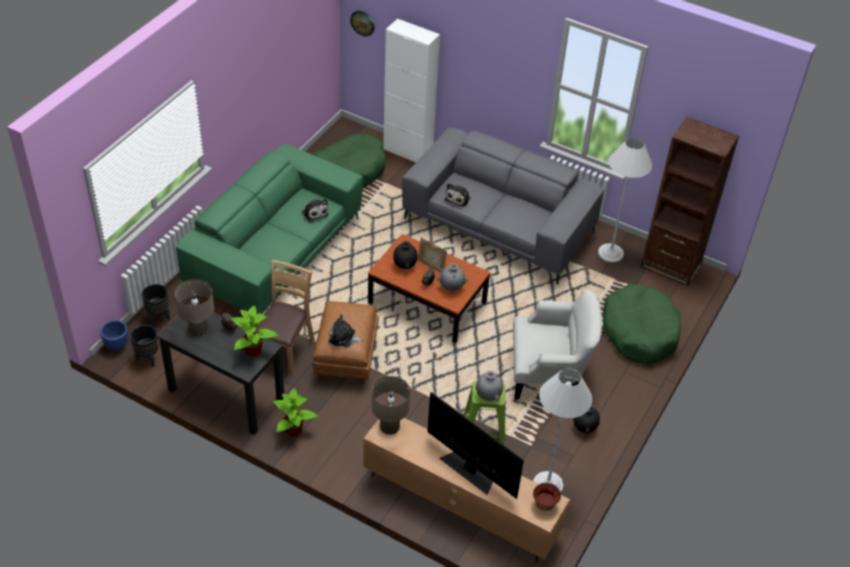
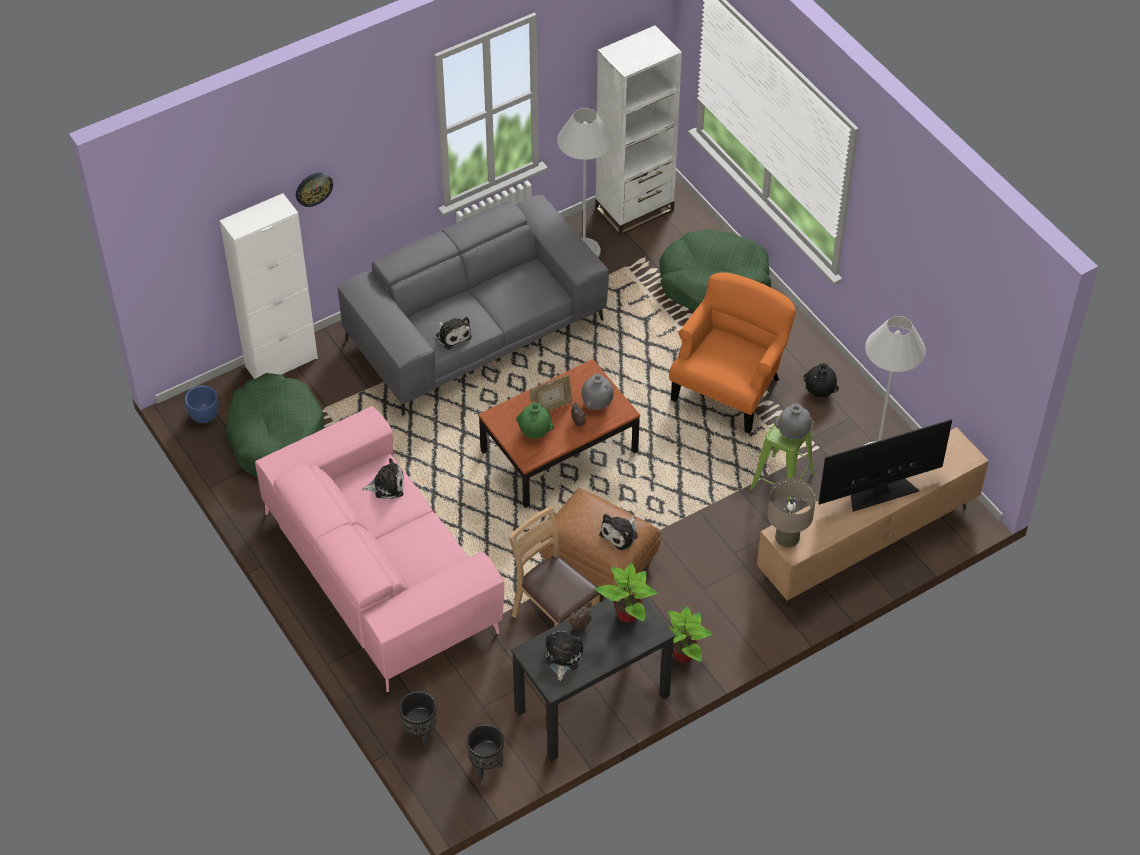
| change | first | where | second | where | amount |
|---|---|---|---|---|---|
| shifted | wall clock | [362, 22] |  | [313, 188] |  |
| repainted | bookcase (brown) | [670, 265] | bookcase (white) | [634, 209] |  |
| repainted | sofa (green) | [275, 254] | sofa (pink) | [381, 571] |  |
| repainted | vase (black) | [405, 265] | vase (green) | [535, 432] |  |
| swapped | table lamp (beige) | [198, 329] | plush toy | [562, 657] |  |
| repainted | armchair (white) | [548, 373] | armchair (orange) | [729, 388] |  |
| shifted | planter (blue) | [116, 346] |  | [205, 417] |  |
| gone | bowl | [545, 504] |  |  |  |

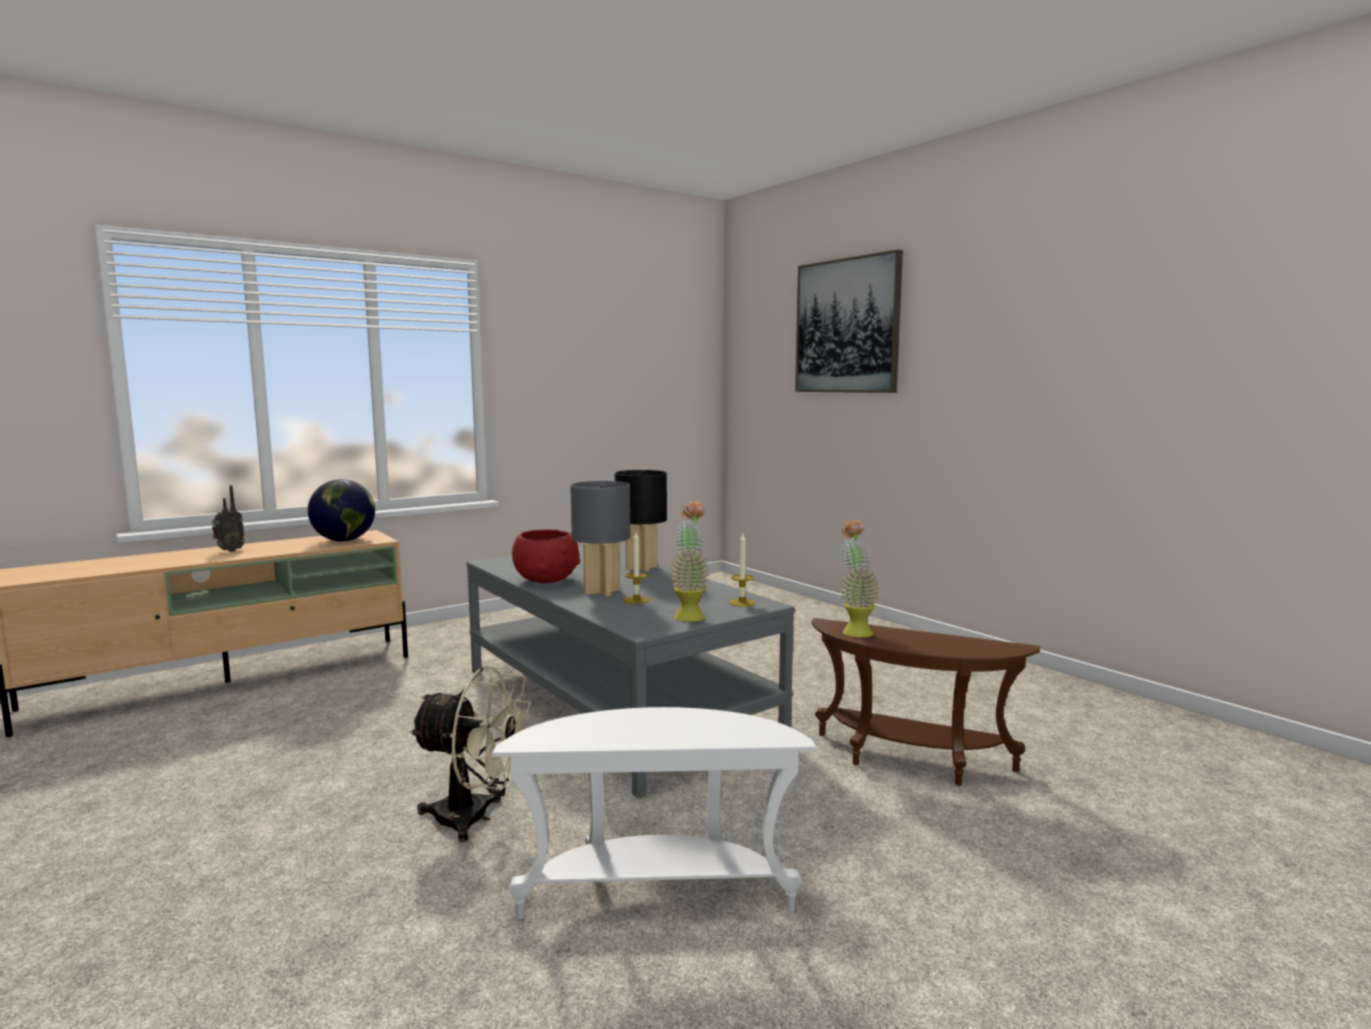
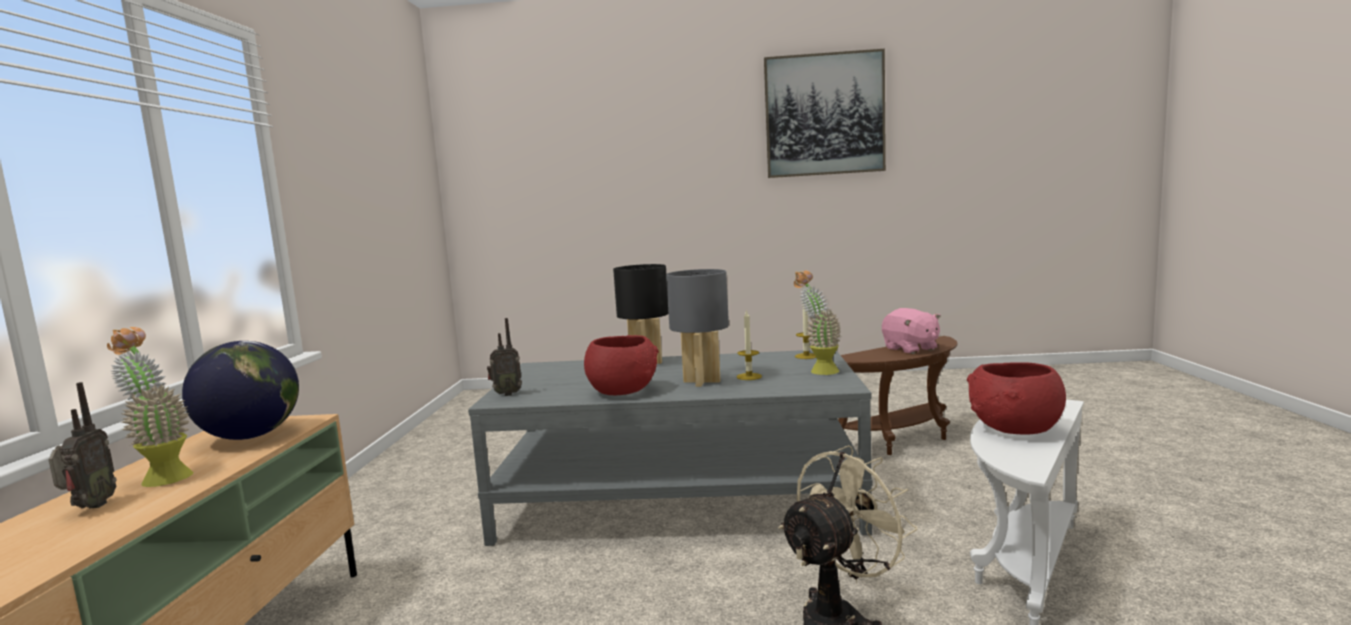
| change | first | where | second | where | amount |
|---|---|---|---|---|---|
| shifted | picture | [847, 326] |  | [824, 115] |  |
| shifted | potted plant | [854, 630] |  | [161, 477] |  |
| new |  |  | plush toy (pink) | [910, 349] |  |
| new |  |  | radio | [506, 394] |  |
| new |  |  | bowl (red) | [1014, 429] |  |

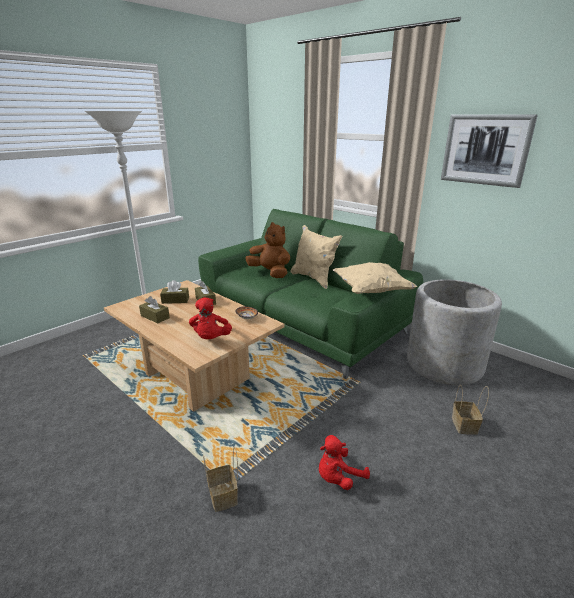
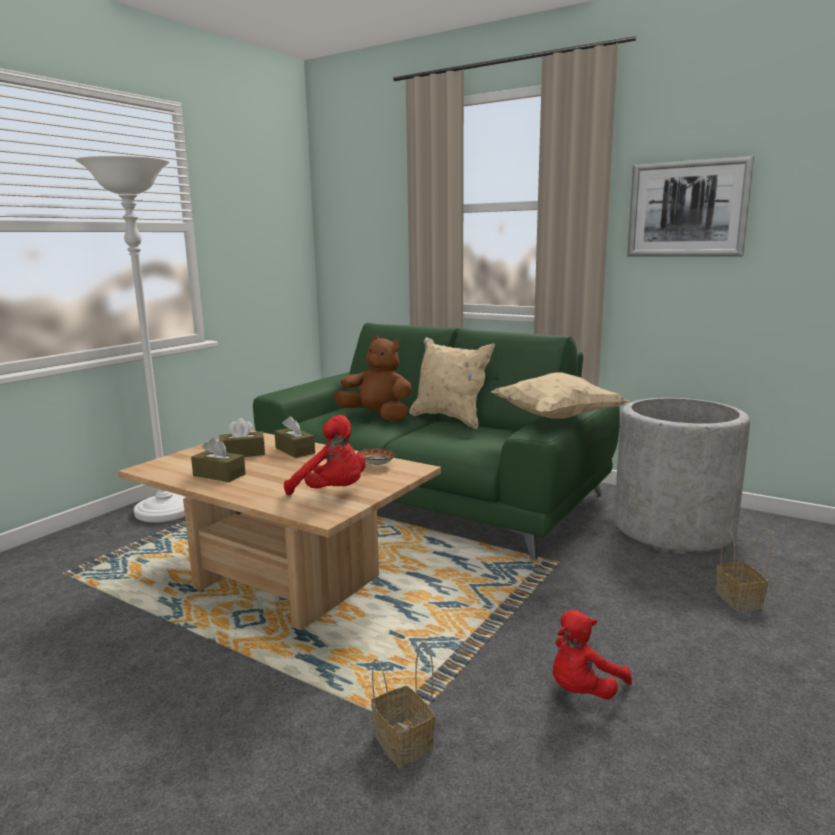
| change | first | where | second | where | amount |
|---|---|---|---|---|---|
| rotated | plush toy (red) | [211, 339] |  | [332, 493] | 45 degrees counterclockwise |

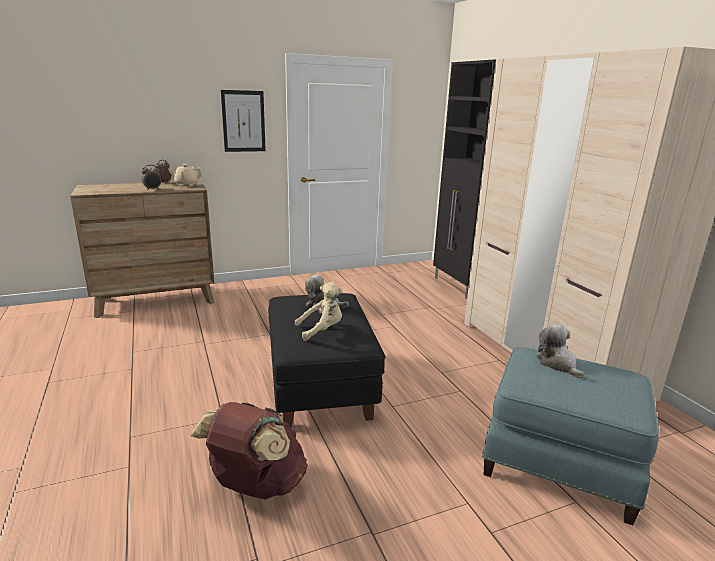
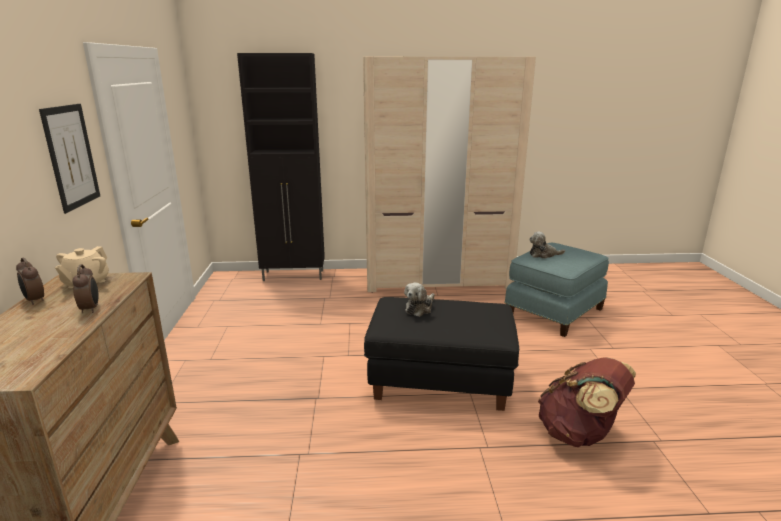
| change | first | where | second | where | amount |
|---|---|---|---|---|---|
| gone | plush toy (beige) | [322, 330] |  |  |  |

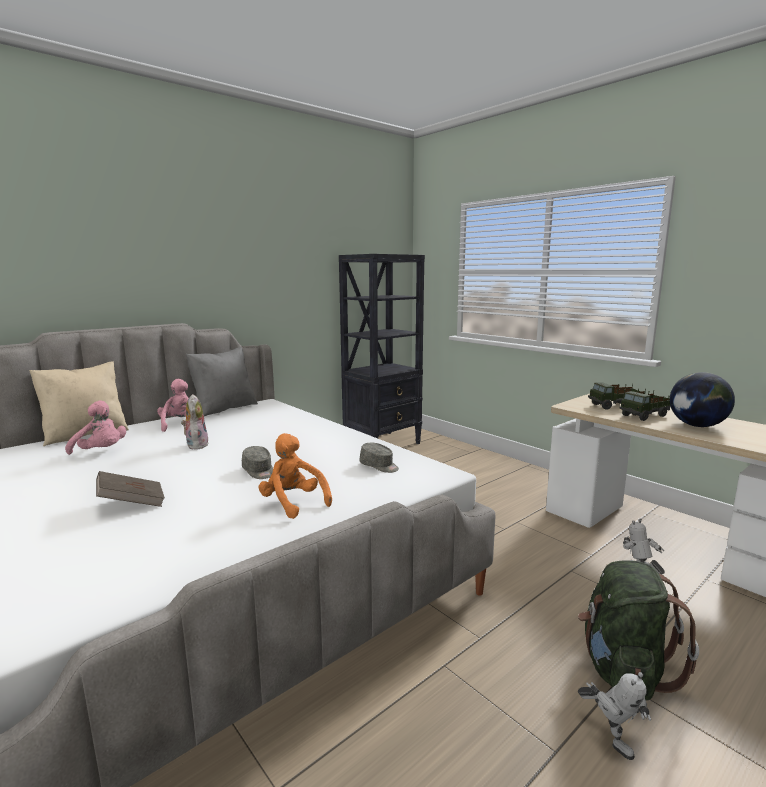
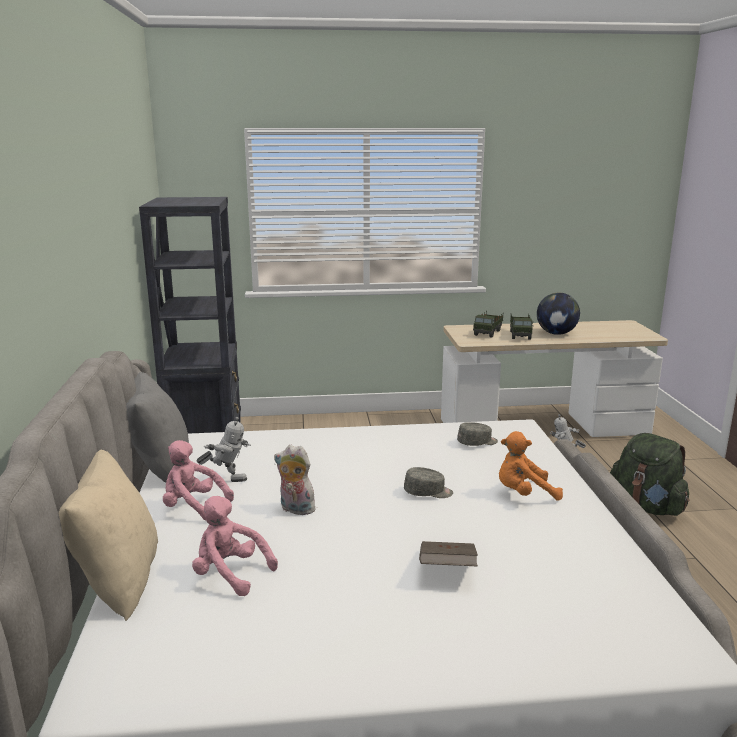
| change | first | where | second | where | amount |
|---|---|---|---|---|---|
| rotated | plush toy (pink) | [101, 452] |  | [230, 574] | 120 degrees counterclockwise |
| shifted | toy robot | [610, 736] |  | [227, 479] |  |

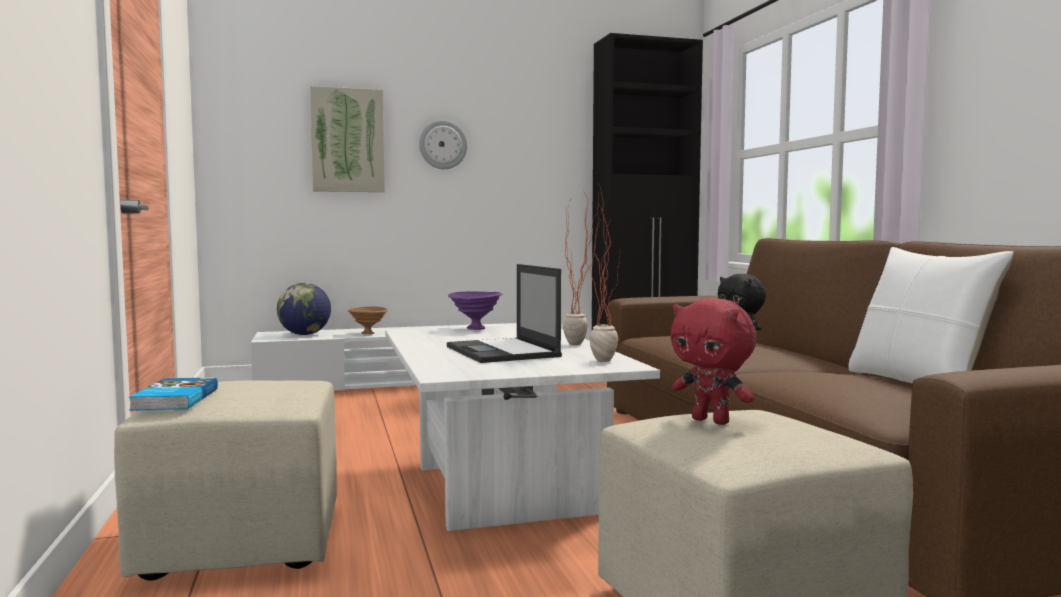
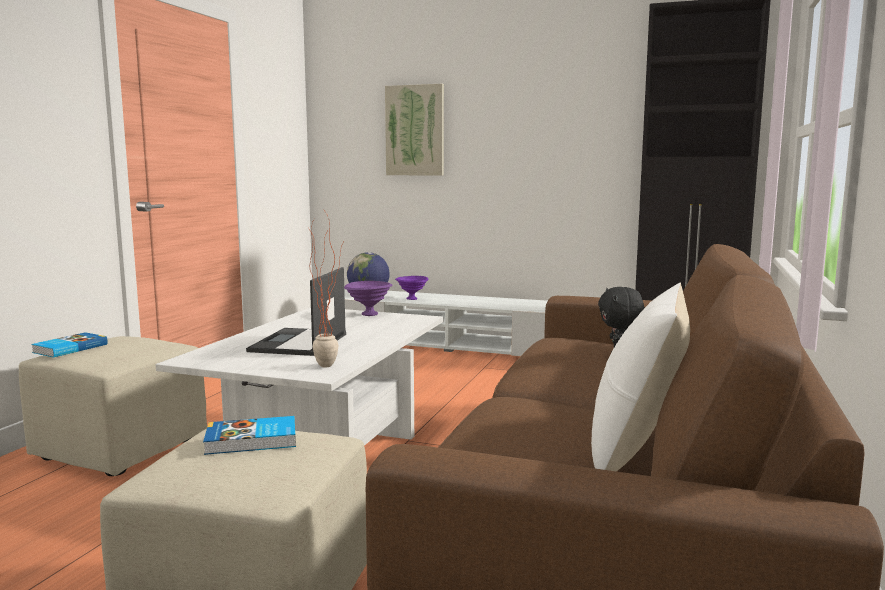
| change | first | where | second | where | amount |
|---|---|---|---|---|---|
| gone | wall clock | [443, 145] |  |  |  |
| gone | potted plant | [583, 344] |  |  |  |
| swapped | plush toy (red) | [712, 421] | book | [252, 441] |  |
| repainted | bowl (brown) | [368, 333] | bowl (purple) | [412, 299] |  |

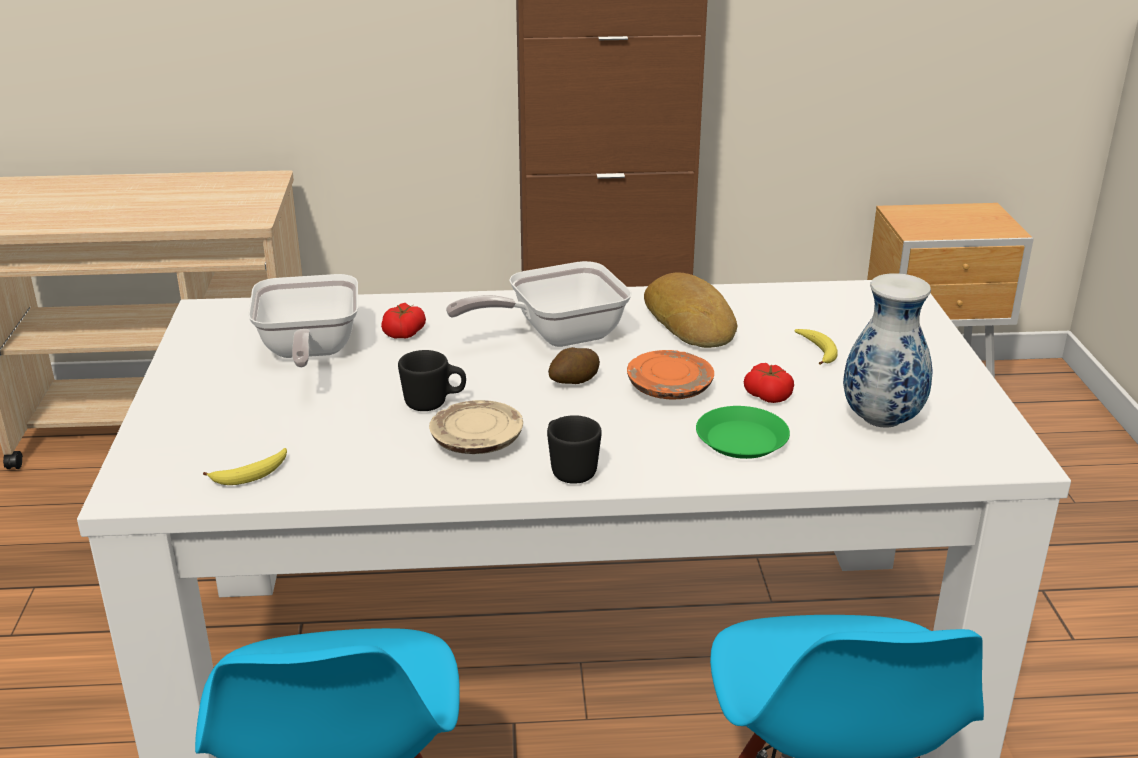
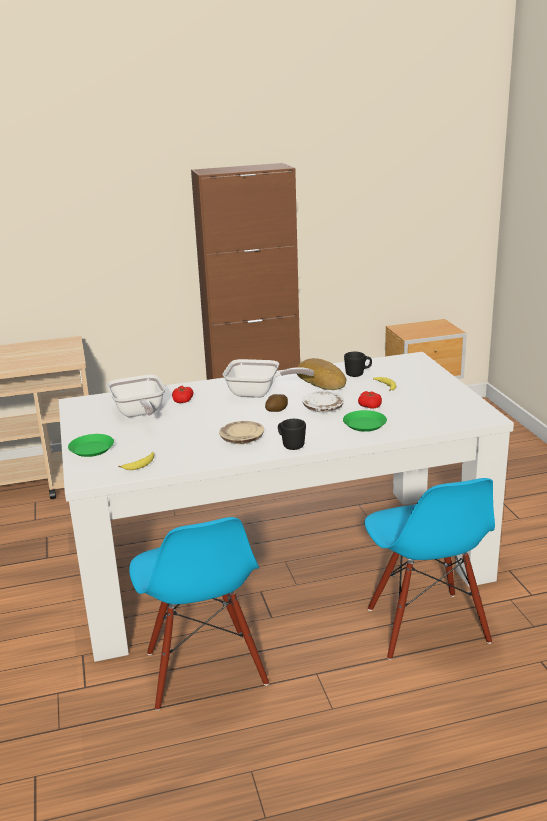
| change | first | where | second | where | amount |
|---|---|---|---|---|---|
| rotated | frying pan | [556, 335] |  | [259, 393] | 135 degrees counterclockwise |
| gone | vase | [880, 420] |  |  |  |
| shifted | mug (black) | [434, 403] |  | [358, 374] |  |
| repainted | plate (orange) | [670, 388] | plate (white) | [323, 408] |  |
| new |  |  | plate (green) | [92, 449] |  |

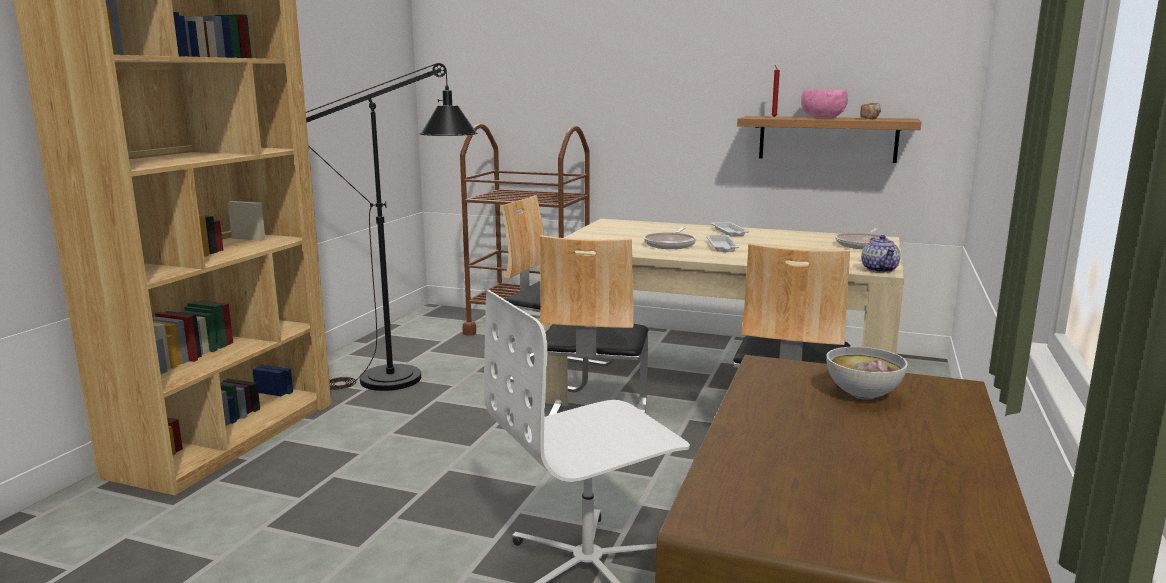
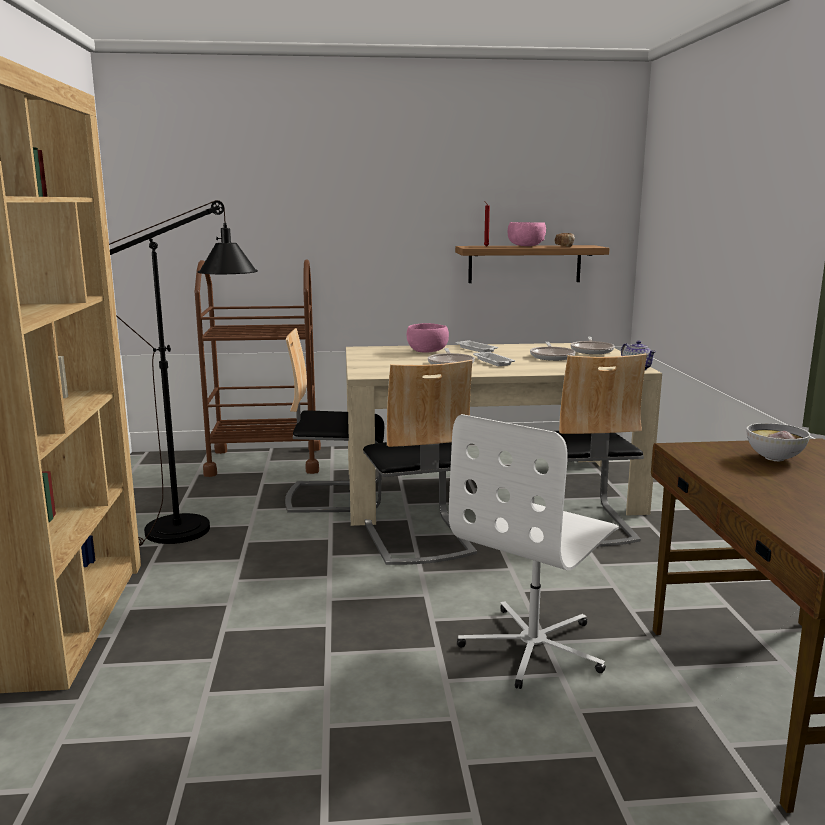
| change | first | where | second | where | amount |
|---|---|---|---|---|---|
| new |  |  | bowl (pink) | [427, 351] |  |
| new |  |  | frying pan | [552, 356] |  |

